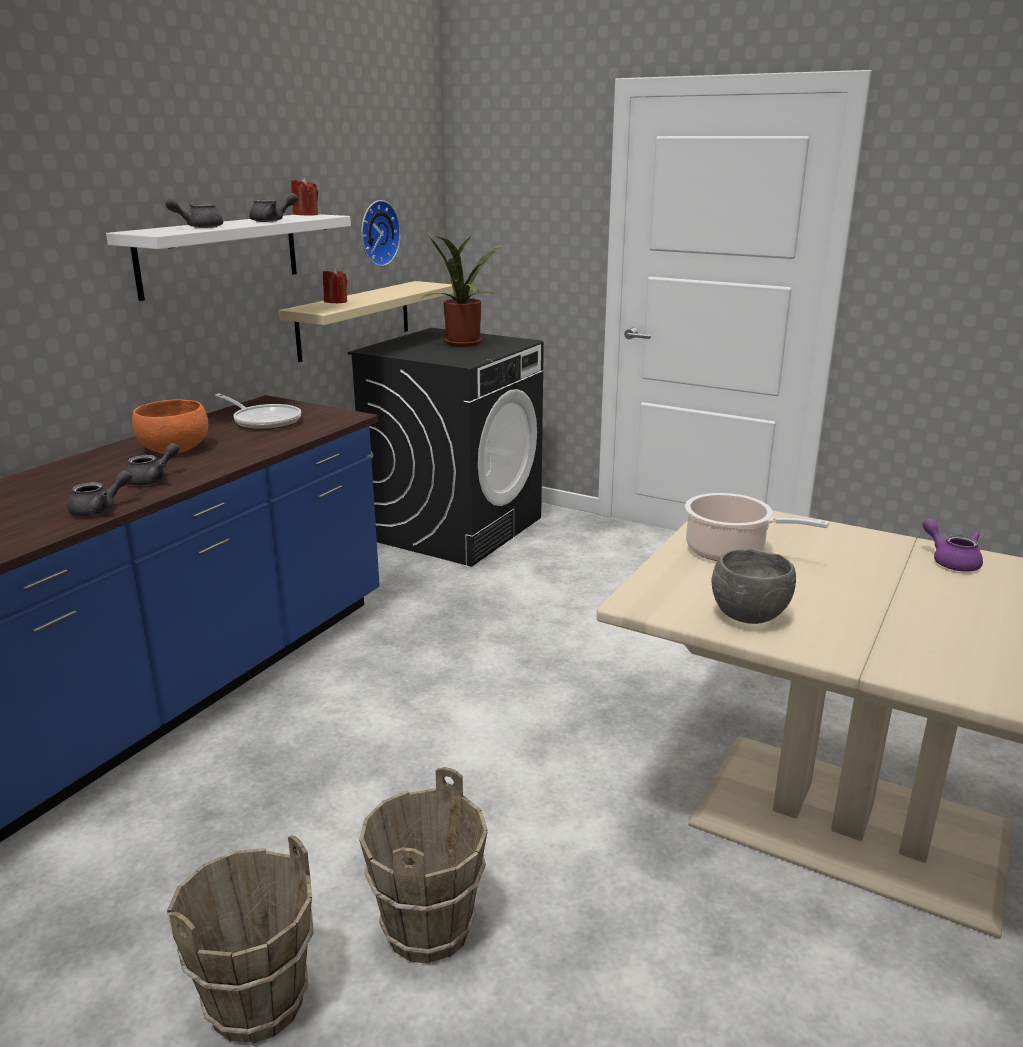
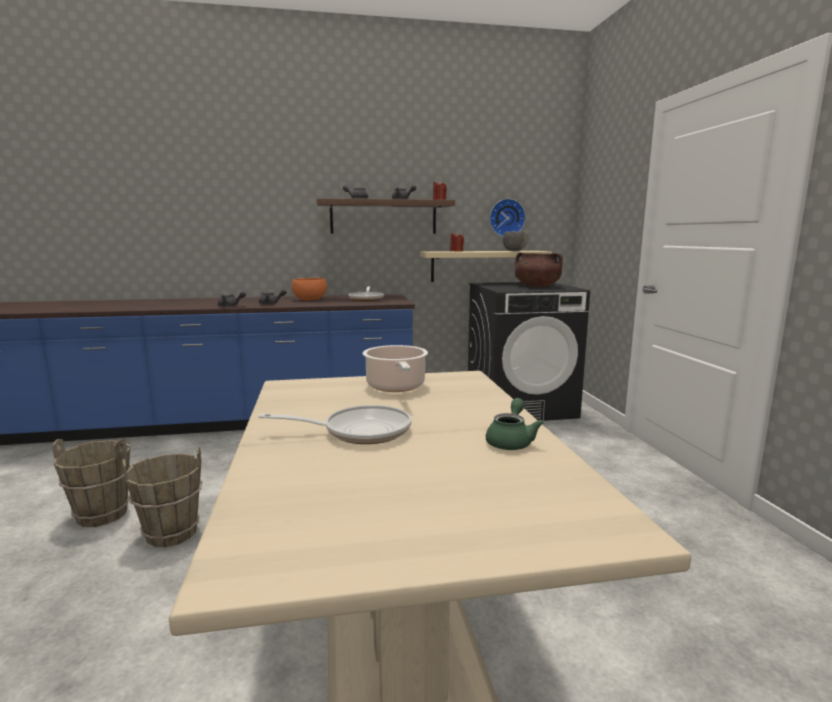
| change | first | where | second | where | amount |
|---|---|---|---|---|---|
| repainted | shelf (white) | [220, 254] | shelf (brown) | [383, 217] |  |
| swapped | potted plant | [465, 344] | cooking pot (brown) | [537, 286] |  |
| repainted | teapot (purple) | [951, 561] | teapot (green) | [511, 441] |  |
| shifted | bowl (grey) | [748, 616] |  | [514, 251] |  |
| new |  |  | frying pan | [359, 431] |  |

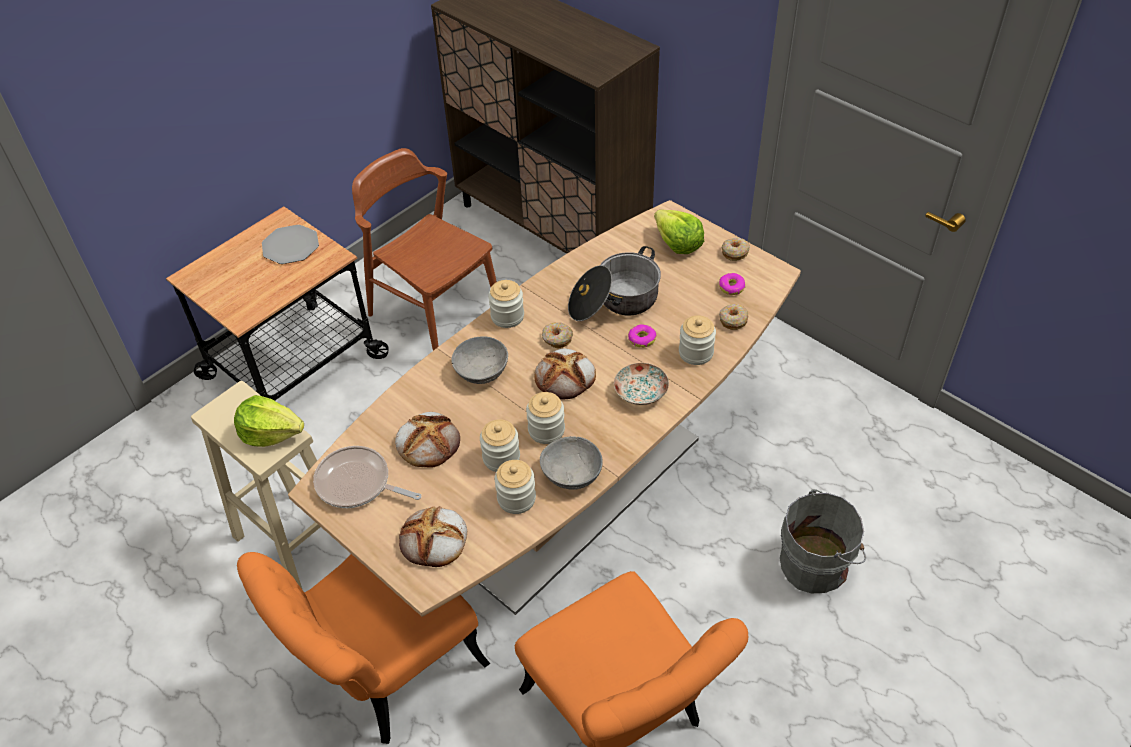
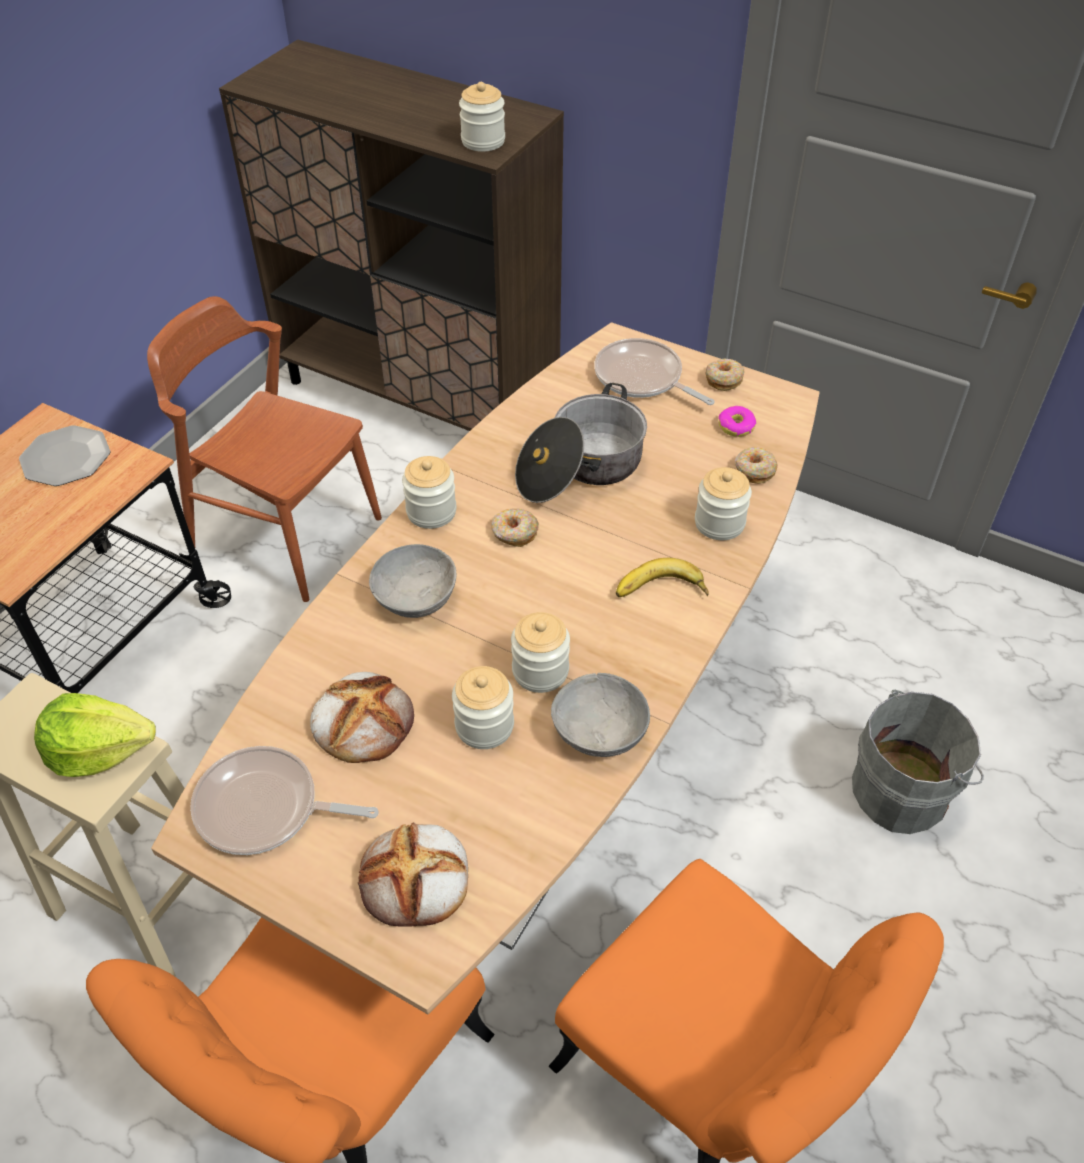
| change | first | where | second | where | amount |
|---|---|---|---|---|---|
| swapped | lettuce | [677, 244] | frying pan | [642, 378] |  |
| gone | donut | [641, 339] |  |  |  |
| gone | bread | [565, 377] |  |  |  |
| swapped | plate | [640, 392] | banana | [661, 592] |  |
| shifted | jar | [516, 498] |  | [483, 141] |  |

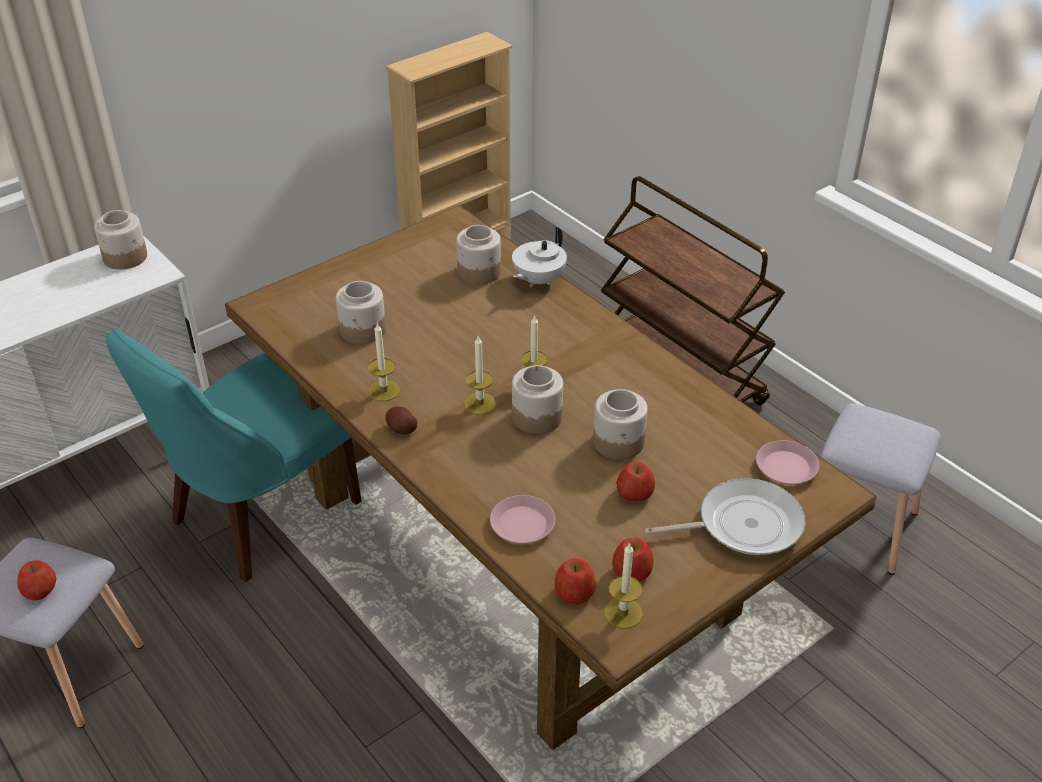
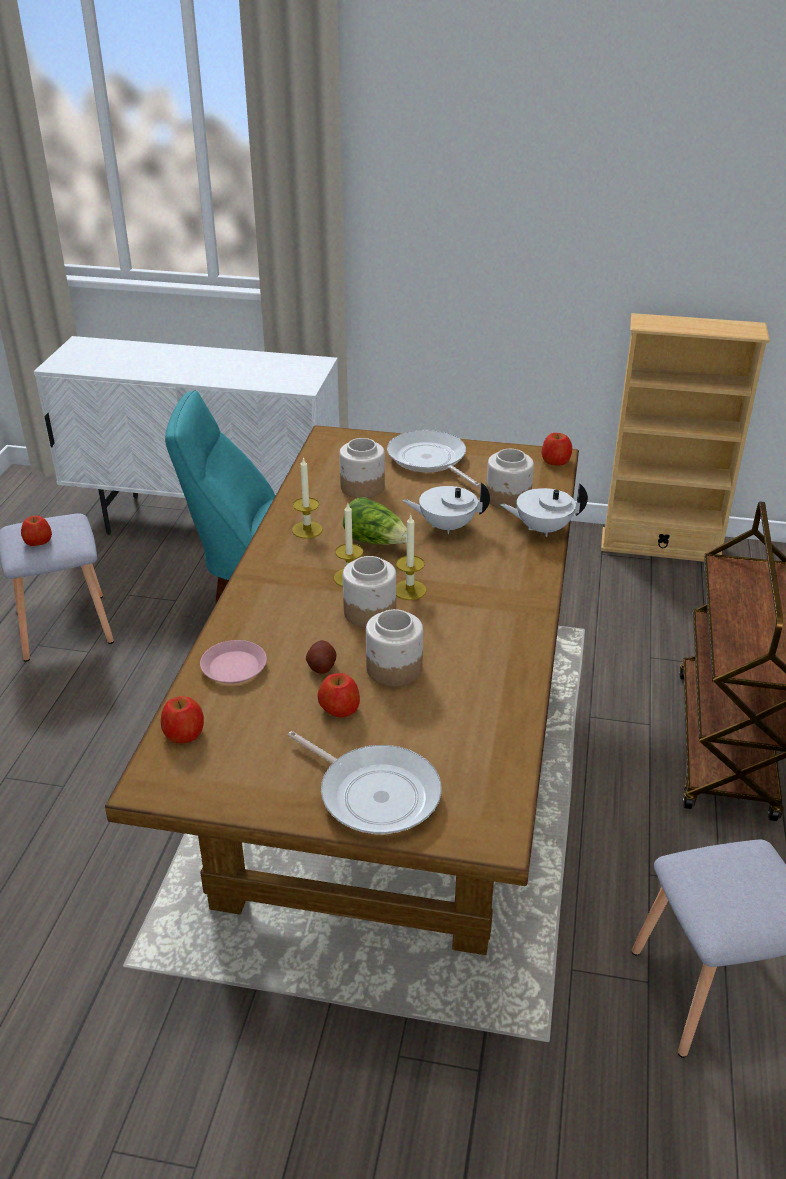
| change | first | where | second | where | amount |
|---|---|---|---|---|---|
| gone | jar | [126, 257] |  |  |  |
| shifted | potato | [401, 429] |  | [321, 666] |  |
| gone | plate (pink) | [786, 467] |  |  |  |
| shifted | apple | [632, 571] |  | [555, 460] |  |
| gone | candle | [623, 613] |  |  |  |
| new |  |  | frying pan | [429, 460] |  |
| new |  |  | teapot (white) | [446, 526] |  |
| new |  |  | lettuce | [376, 541] |  |

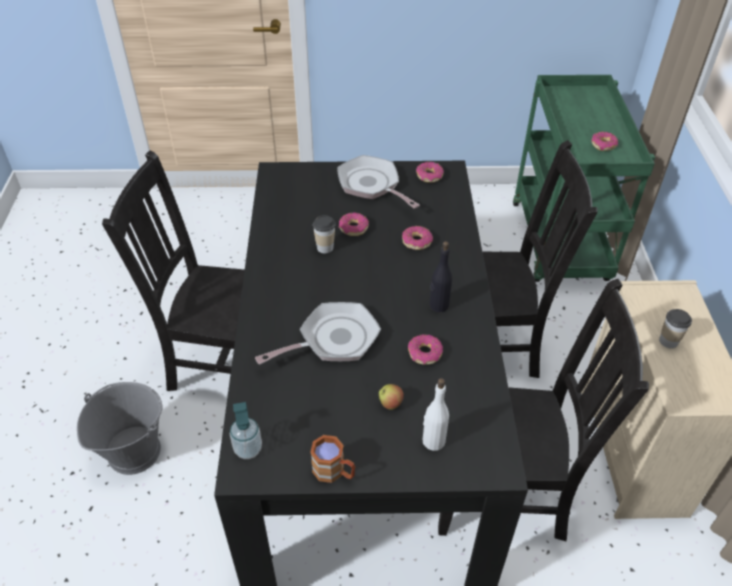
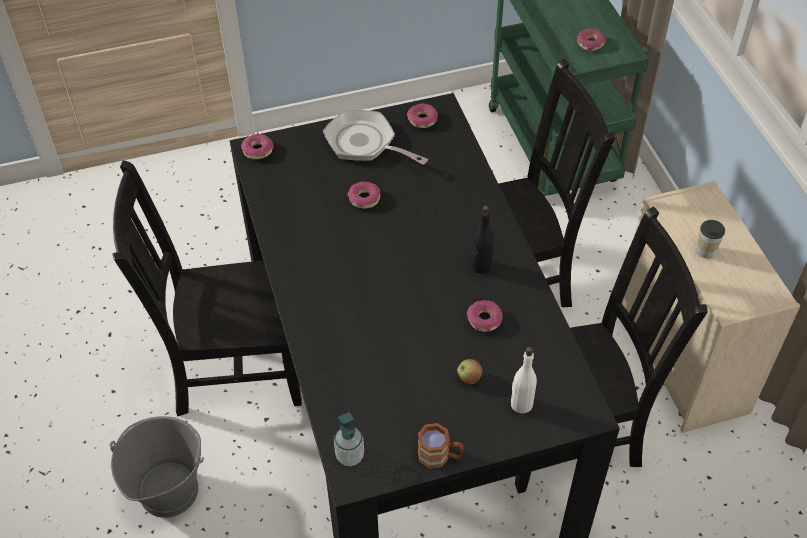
| change | first | where | second | where | amount |
|---|---|---|---|---|---|
| gone | cup | [325, 247] |  |  |  |
| shifted | donut | [416, 242] |  | [257, 150] |  |
| gone | frying pan | [333, 340] |  |  |  |

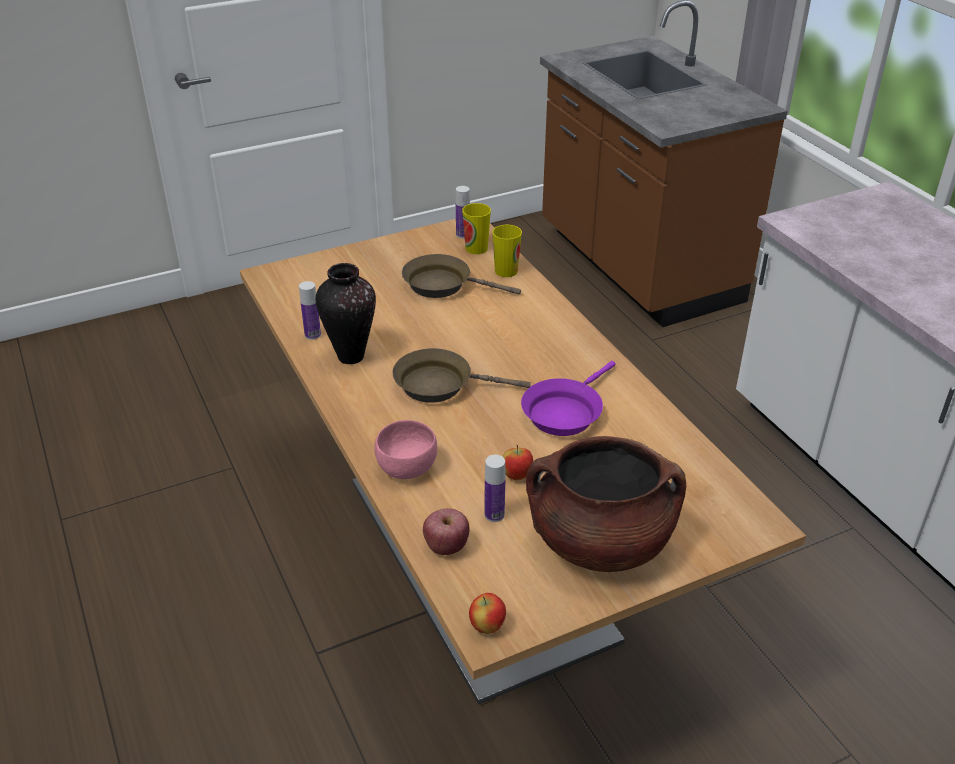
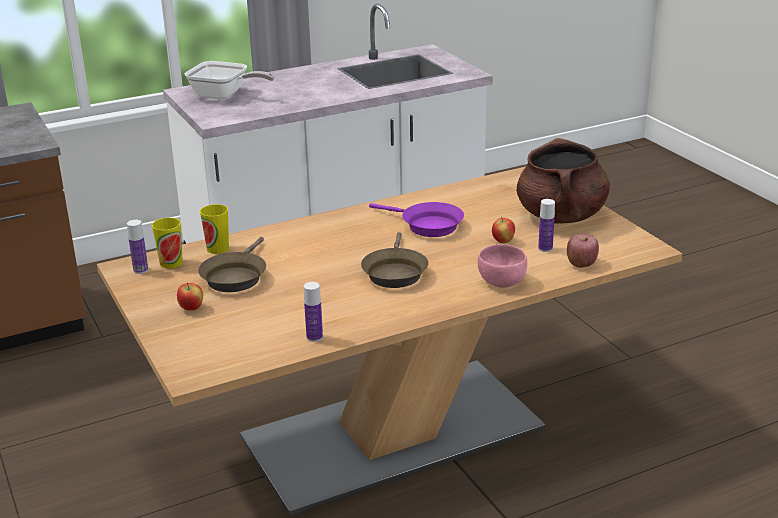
| change | first | where | second | where | amount |
|---|---|---|---|---|---|
| gone | vase | [350, 356] |  |  |  |
| shifted | apple | [487, 627] |  | [191, 308] |  |
| new |  |  | frying pan | [224, 96] |  |

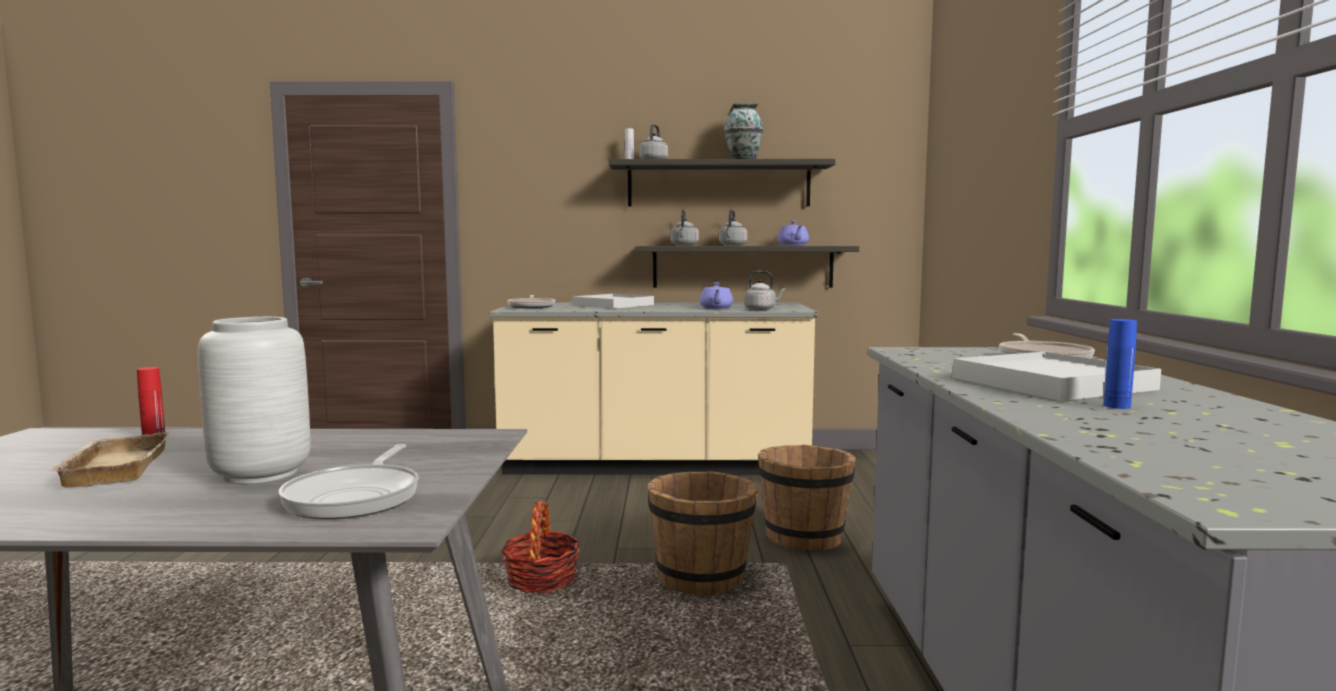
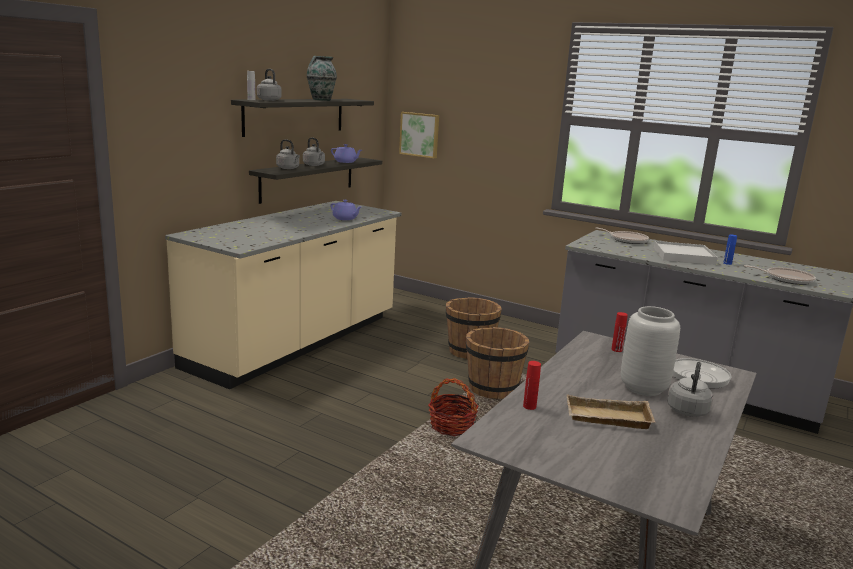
| change | first | where | second | where | amount |
|---|---|---|---|---|---|
| shifted | kettle (grey) | [761, 309] |  | [688, 410] |  |
| gone | tray (white) | [613, 305] |  |  |  |
| shifted | frying pan | [532, 306] |  | [786, 279] |  |
| new |  |  | picture | [420, 134] |  |
| new |  |  | bottle (red) | [616, 350] |  |

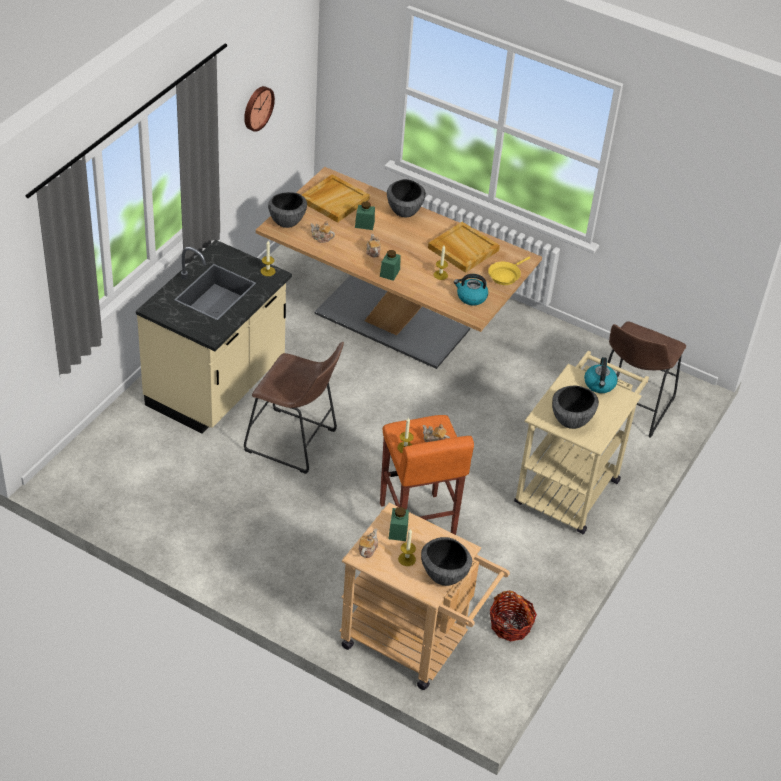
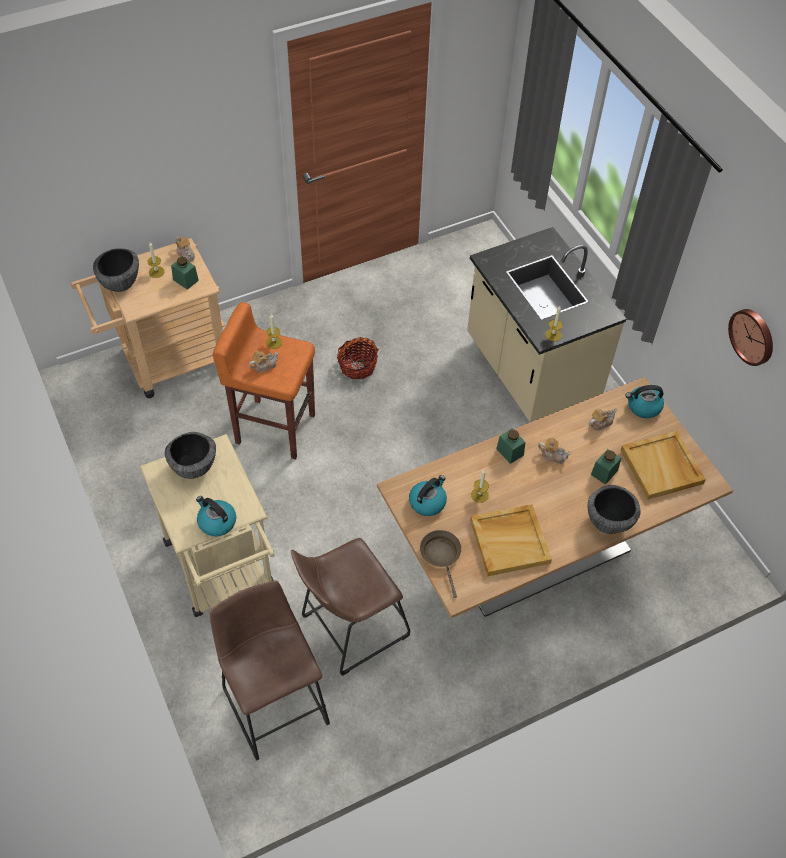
| change | first | where | second | where | amount |
|---|---|---|---|---|---|
| swapped | bowl | [287, 222] | kettle | [643, 407] |  |
| repainted | frying pan (yellow) | [505, 275] | frying pan (brown) | [441, 556] |  |
| shifted | stool (brown) | [295, 443] |  | [349, 628] |  |
| shifted | basket | [510, 625] |  | [357, 366] |  |

